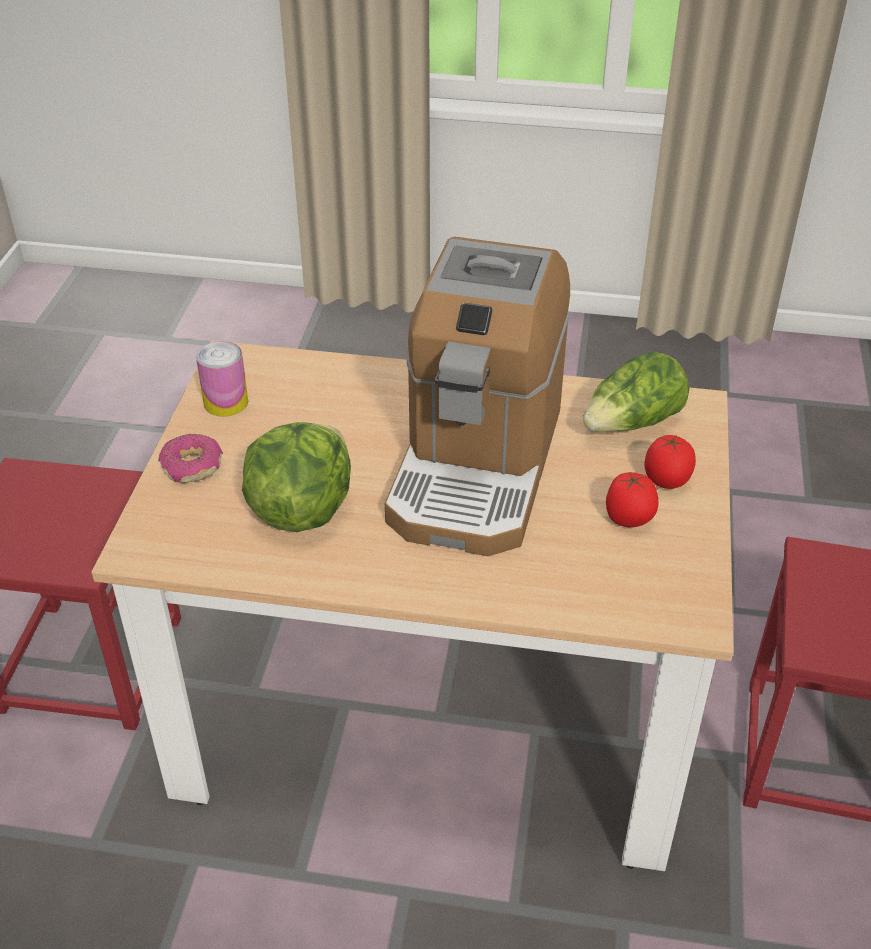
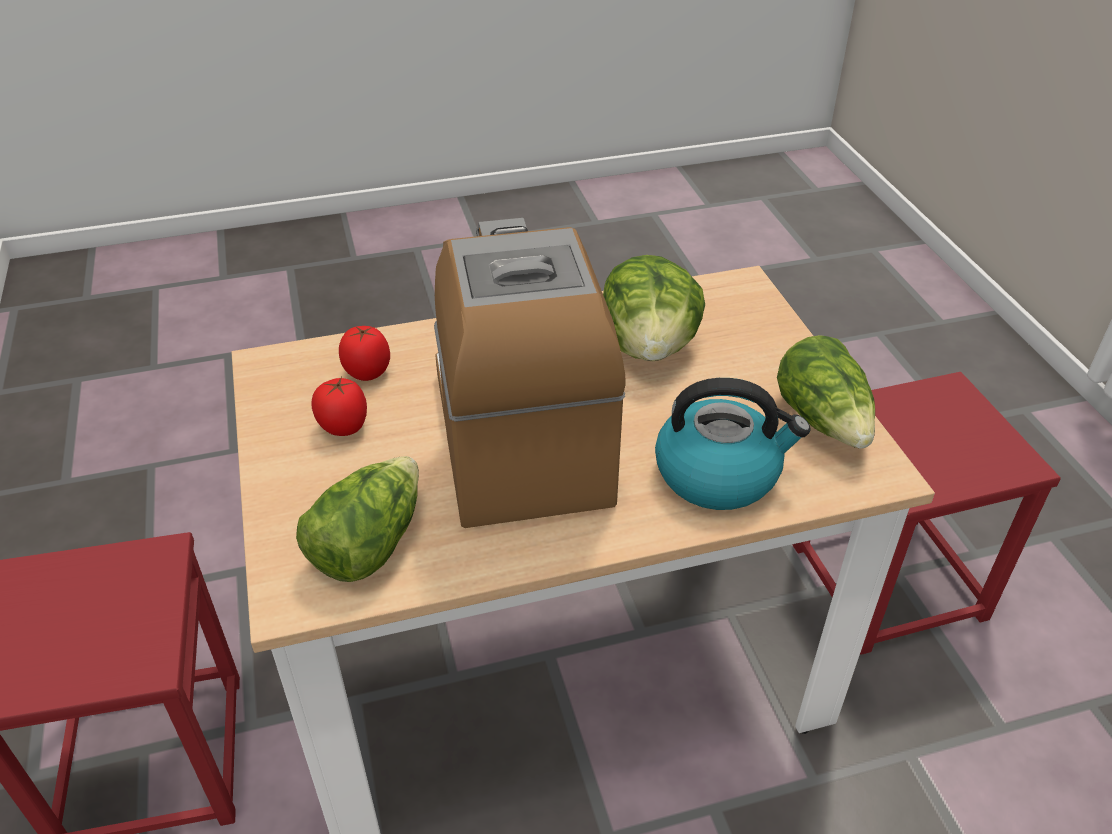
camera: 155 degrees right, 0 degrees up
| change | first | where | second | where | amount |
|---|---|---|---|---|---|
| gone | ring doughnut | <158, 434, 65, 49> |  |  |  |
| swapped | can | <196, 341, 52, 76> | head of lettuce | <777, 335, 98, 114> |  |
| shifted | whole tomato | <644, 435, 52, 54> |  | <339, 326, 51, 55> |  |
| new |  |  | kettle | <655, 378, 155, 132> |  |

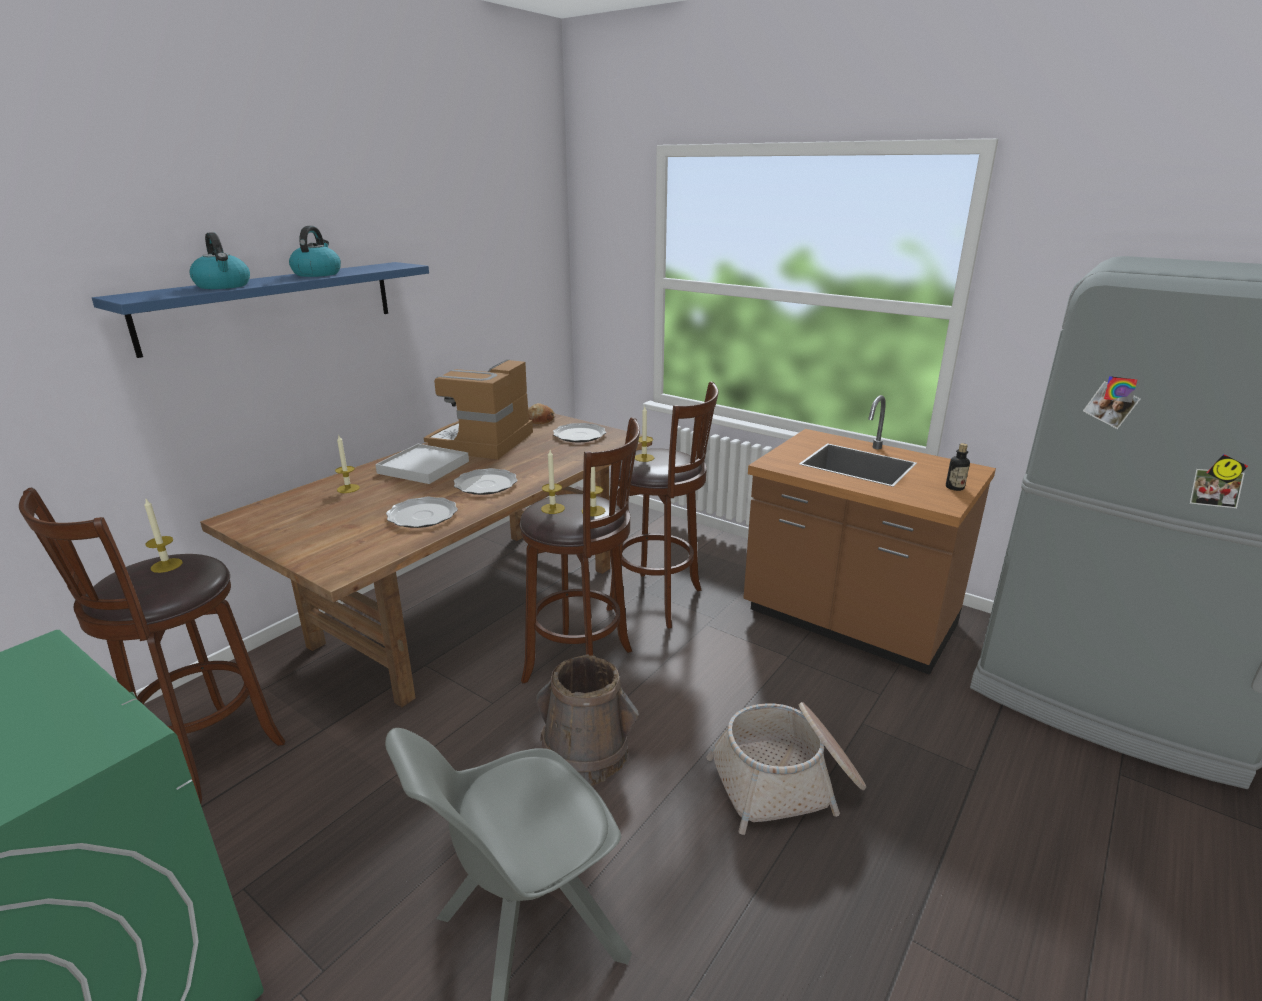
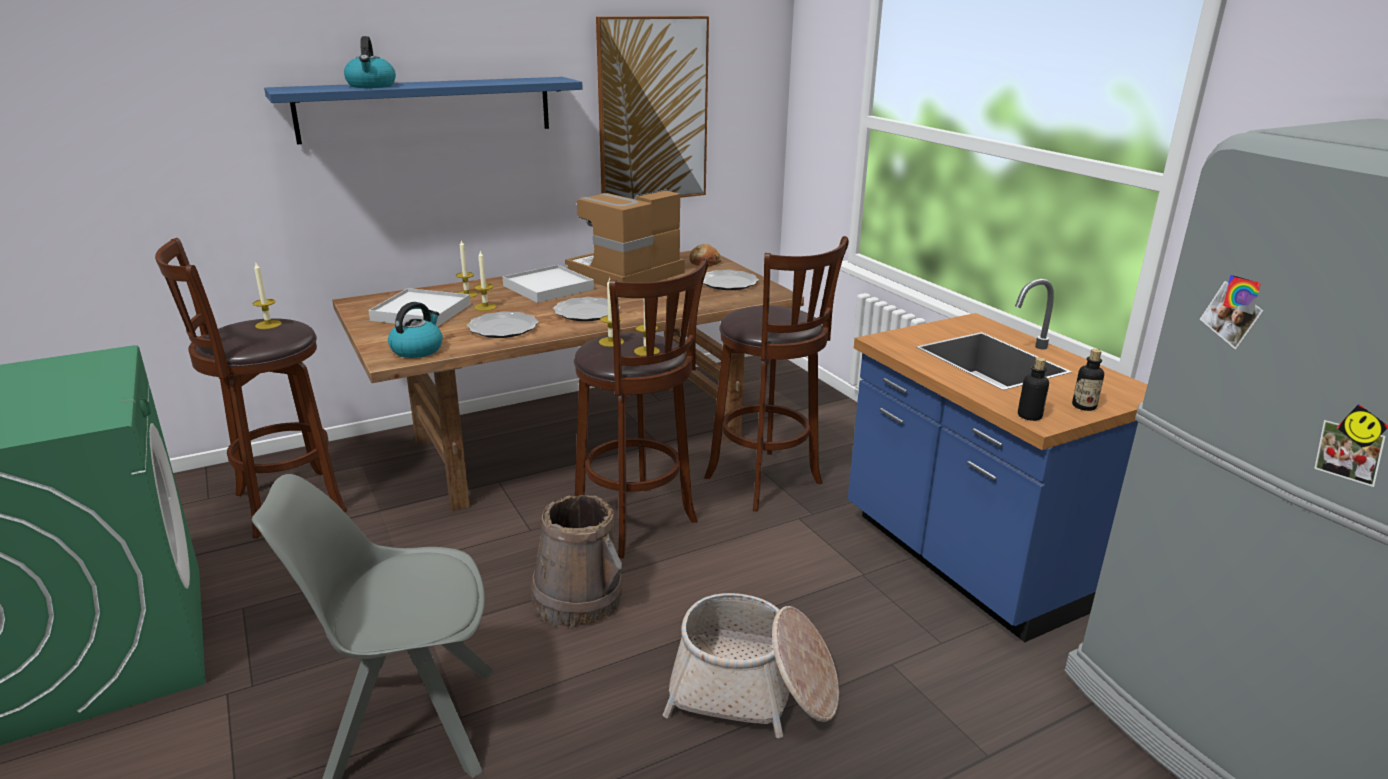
camera: 25 degrees right, 0 degrees up
| change | first | where | second | where | amount |
|---|---|---|---|---|---|
| shifted | kettle | <289, 226, 52, 51> |  | <388, 302, 55, 56> |  |
| shifted | candle | <635, 407, 19, 55> |  | <474, 250, 23, 61> |  |
| repainted | brown-coloured kitchen counter | <743, 395, 253, 280> | blue kitchen counter | <848, 279, 300, 363> |  |
| new |  |  | white serving tray | <368, 288, 103, 39> |  |
| new |  |  | wall picture | <596, 16, 113, 183> |  |
| new |  |  | drink bottle | <1018, 357, 31, 64> |  |

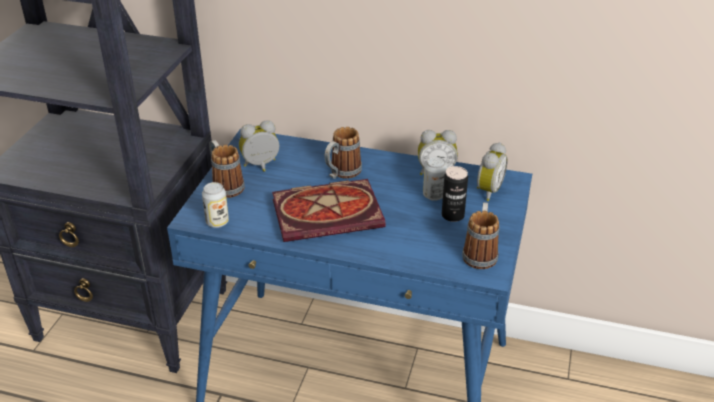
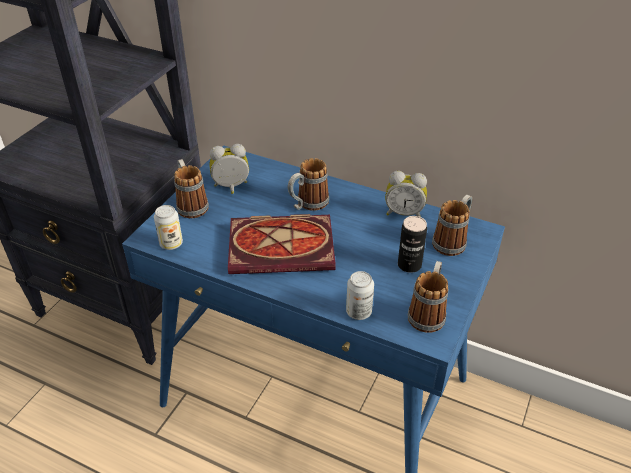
camera: 10 degrees right, 5 degrees up
| change | first | where | second | where | amount |
|---|---|---|---|---|---|
| shifted | can | <423, 157, 24, 44> |  | <346, 271, 28, 49> |  |
| swapped | table clock | <477, 142, 31, 59> | tea mug | <432, 195, 41, 61> |  |

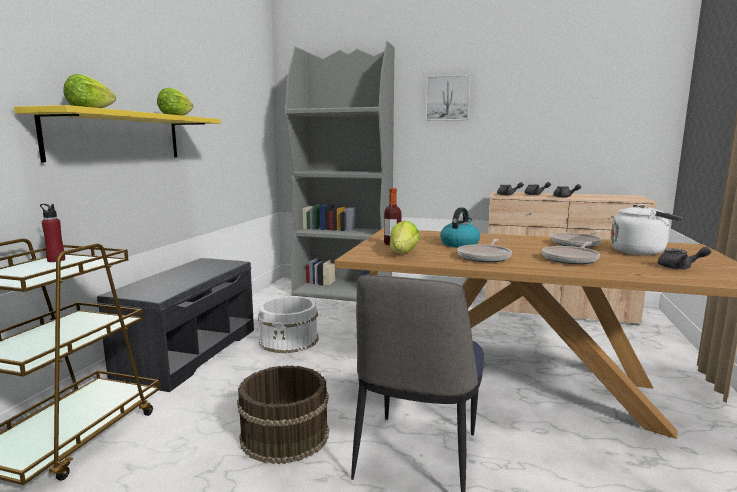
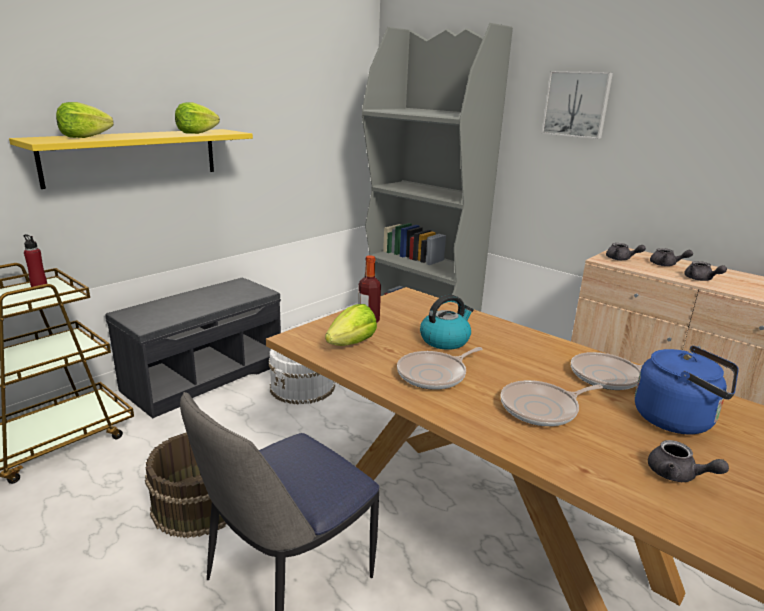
camera: 25 degrees right, 10 degrees up
| change | first | where | second | where | amount |
|---|---|---|---|---|---|
| repainted | white kettle | <611, 204, 71, 51> | blue kettle | <635, 346, 104, 88> |  |

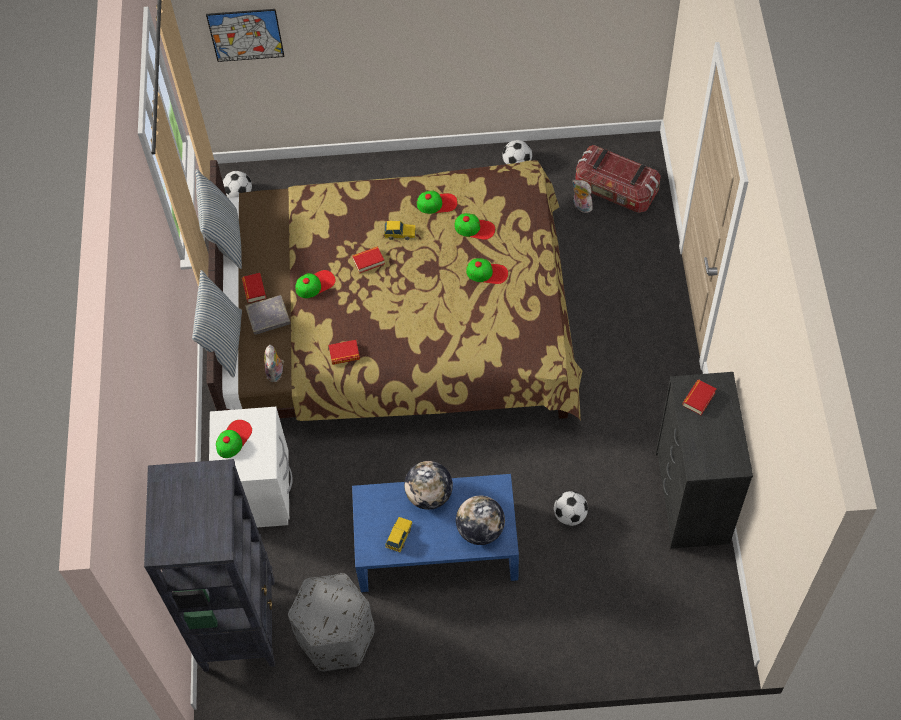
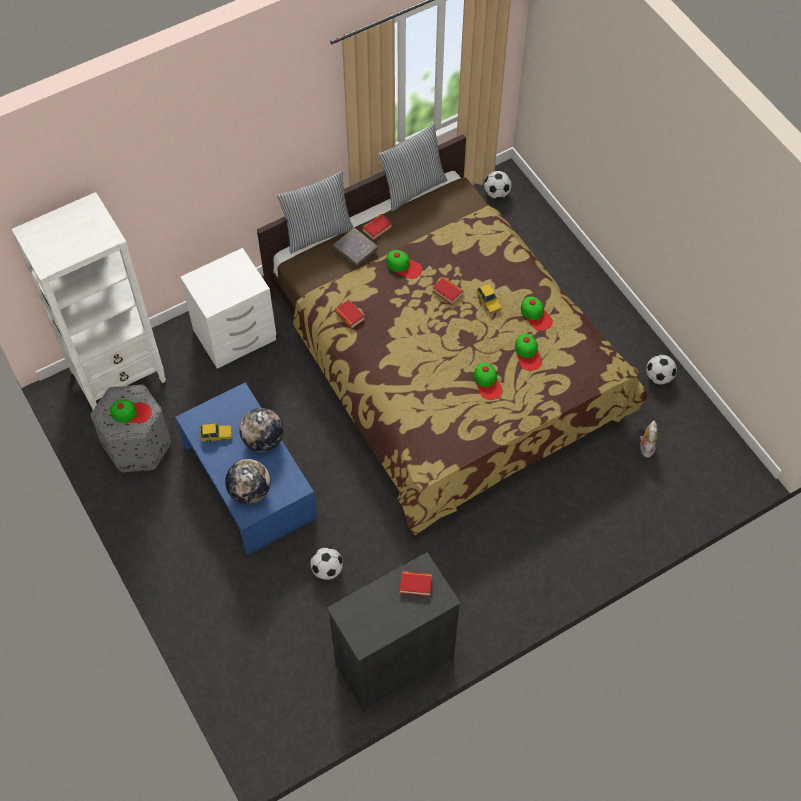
camera: 60 degrees right, 0 degrees up
| change | first | where | second | where | amount |
|---|---|---|---|---|---|
| repainted | blackish bookcase | <144, 459, 131, 213> | white bookcase | <11, 192, 155, 219> |  |
| gone | wall picture | <206, 9, 78, 53> |  |  |  |
| shifted | baseball cap | <216, 420, 36, 38> |  | <110, 400, 42, 23> |  |
| gone | cuddly toy | <264, 345, 20, 37> |  |  |  |
| gone | storage bin | <575, 145, 86, 68> |  |  |  |

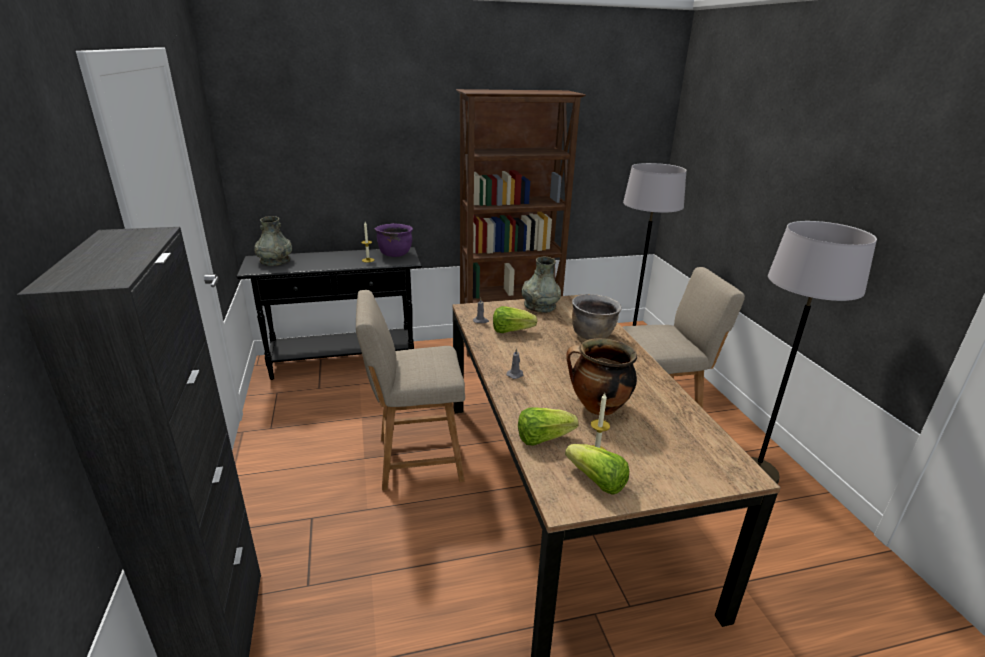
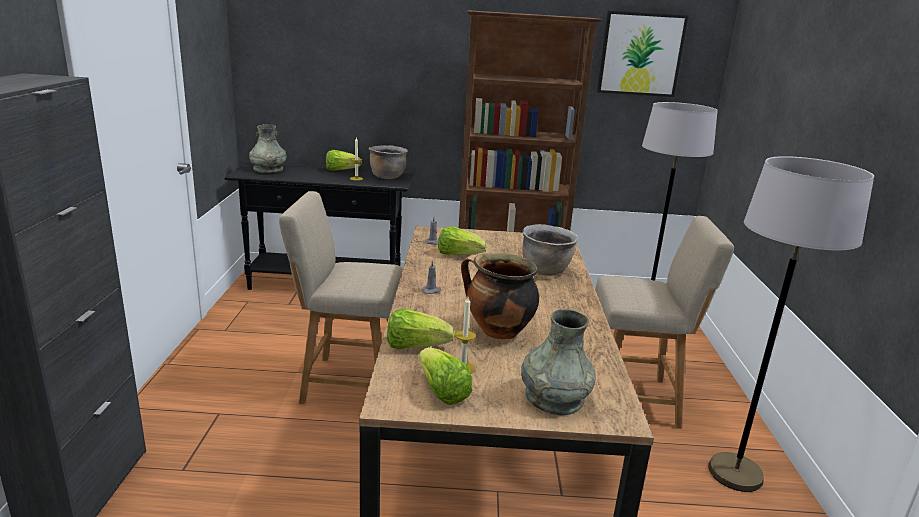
camera: 15 degrees right, 5 degrees down
| change | first | where | second | where | amount |
|---|---|---|---|---|---|
| repainted | purplish saucepot | <375, 223, 38, 34> | brown-coloured saucepot | <369, 145, 39, 34> |  |
| shifted | grey vase | <522, 257, 39, 56> |  | <521, 309, 75, 106> |  |
| new |  |  | head of lettuce | <326, 150, 36, 21> |  |
| new |  |  | wall picture | <597, 11, 92, 86> |  |

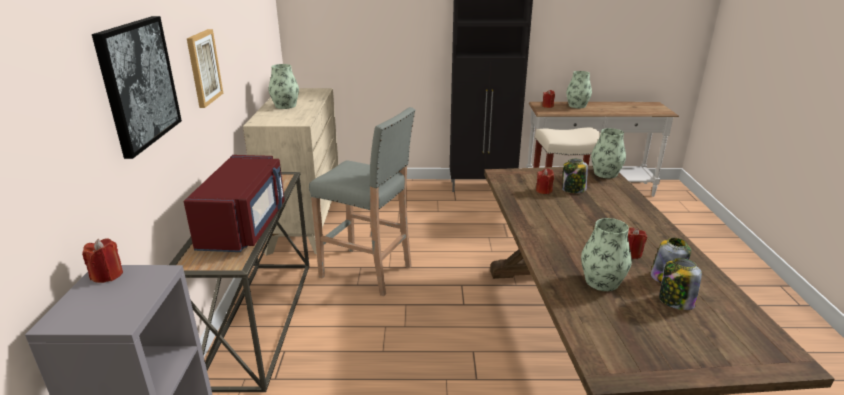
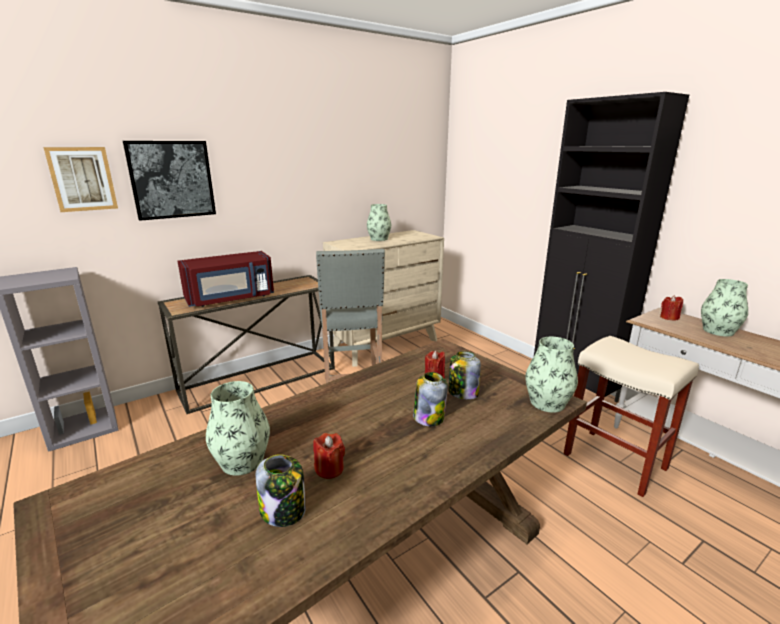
camera: 55 degrees right, 5 degrees down
| change | first | where | second | where | amount |
|---|---|---|---|---|---|
| gone | red-coloured candle | <82, 238, 41, 45> |  |  |  |
| shifted | wall picture | <187, 29, 36, 79> |  | <44, 147, 74, 65> |  |
| shifted | jar | <659, 258, 43, 52> |  | <413, 372, 35, 54> |  |

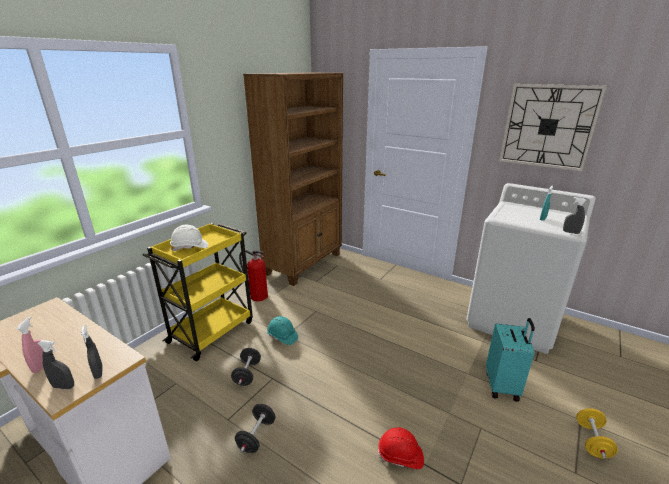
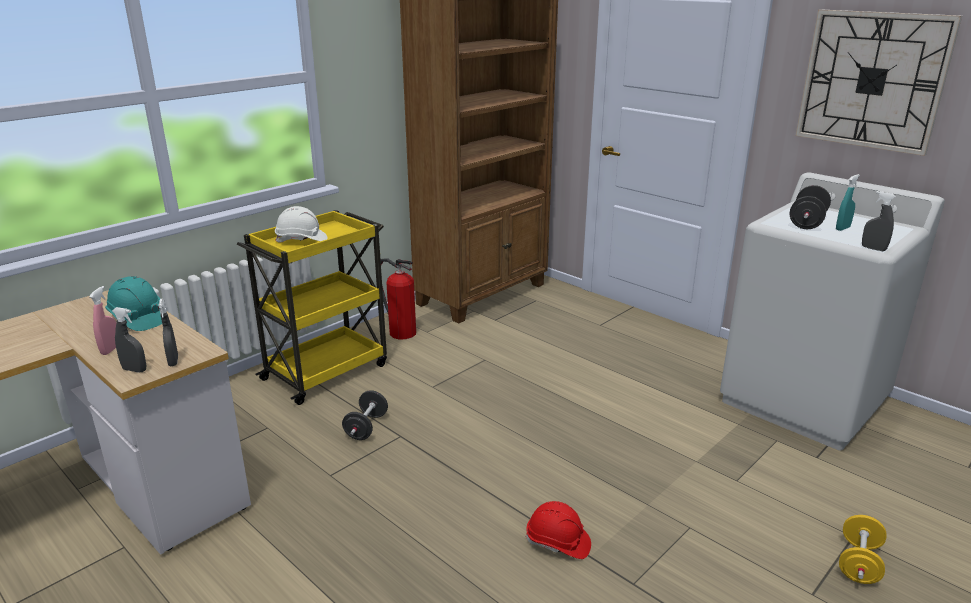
camera: 10 degrees right, 0 degrees up
| change | first | where | second | where | amount |
|---|---|---|---|---|---|
| shifted | blackish hand weight | <235, 404, 40, 49> |  | <790, 185, 41, 44> |  |
| shifted | blue-green work helmet | <267, 316, 31, 29> |  | <105, 276, 57, 55> |  |
| gone | blue-green travel case | <486, 318, 49, 84> |  |  |  |

